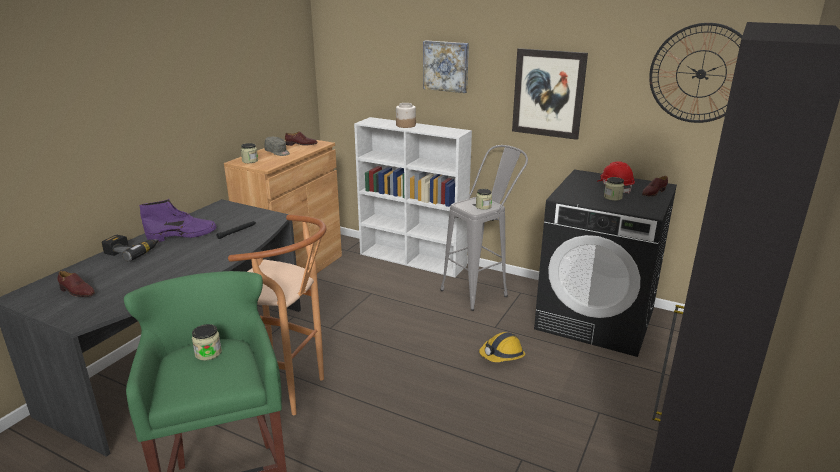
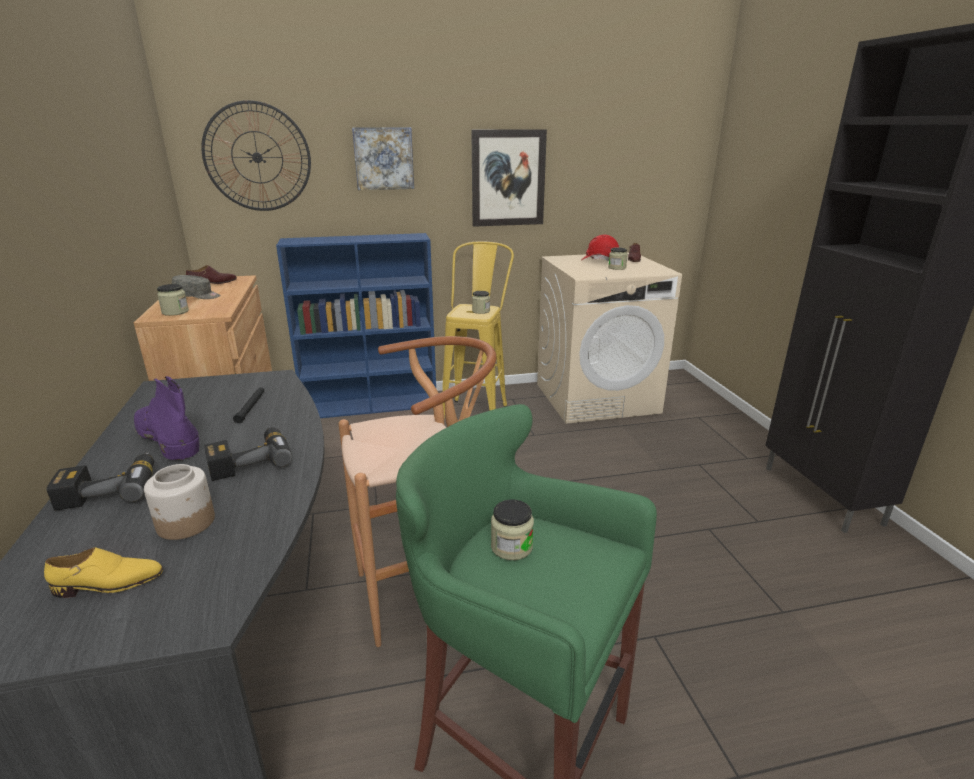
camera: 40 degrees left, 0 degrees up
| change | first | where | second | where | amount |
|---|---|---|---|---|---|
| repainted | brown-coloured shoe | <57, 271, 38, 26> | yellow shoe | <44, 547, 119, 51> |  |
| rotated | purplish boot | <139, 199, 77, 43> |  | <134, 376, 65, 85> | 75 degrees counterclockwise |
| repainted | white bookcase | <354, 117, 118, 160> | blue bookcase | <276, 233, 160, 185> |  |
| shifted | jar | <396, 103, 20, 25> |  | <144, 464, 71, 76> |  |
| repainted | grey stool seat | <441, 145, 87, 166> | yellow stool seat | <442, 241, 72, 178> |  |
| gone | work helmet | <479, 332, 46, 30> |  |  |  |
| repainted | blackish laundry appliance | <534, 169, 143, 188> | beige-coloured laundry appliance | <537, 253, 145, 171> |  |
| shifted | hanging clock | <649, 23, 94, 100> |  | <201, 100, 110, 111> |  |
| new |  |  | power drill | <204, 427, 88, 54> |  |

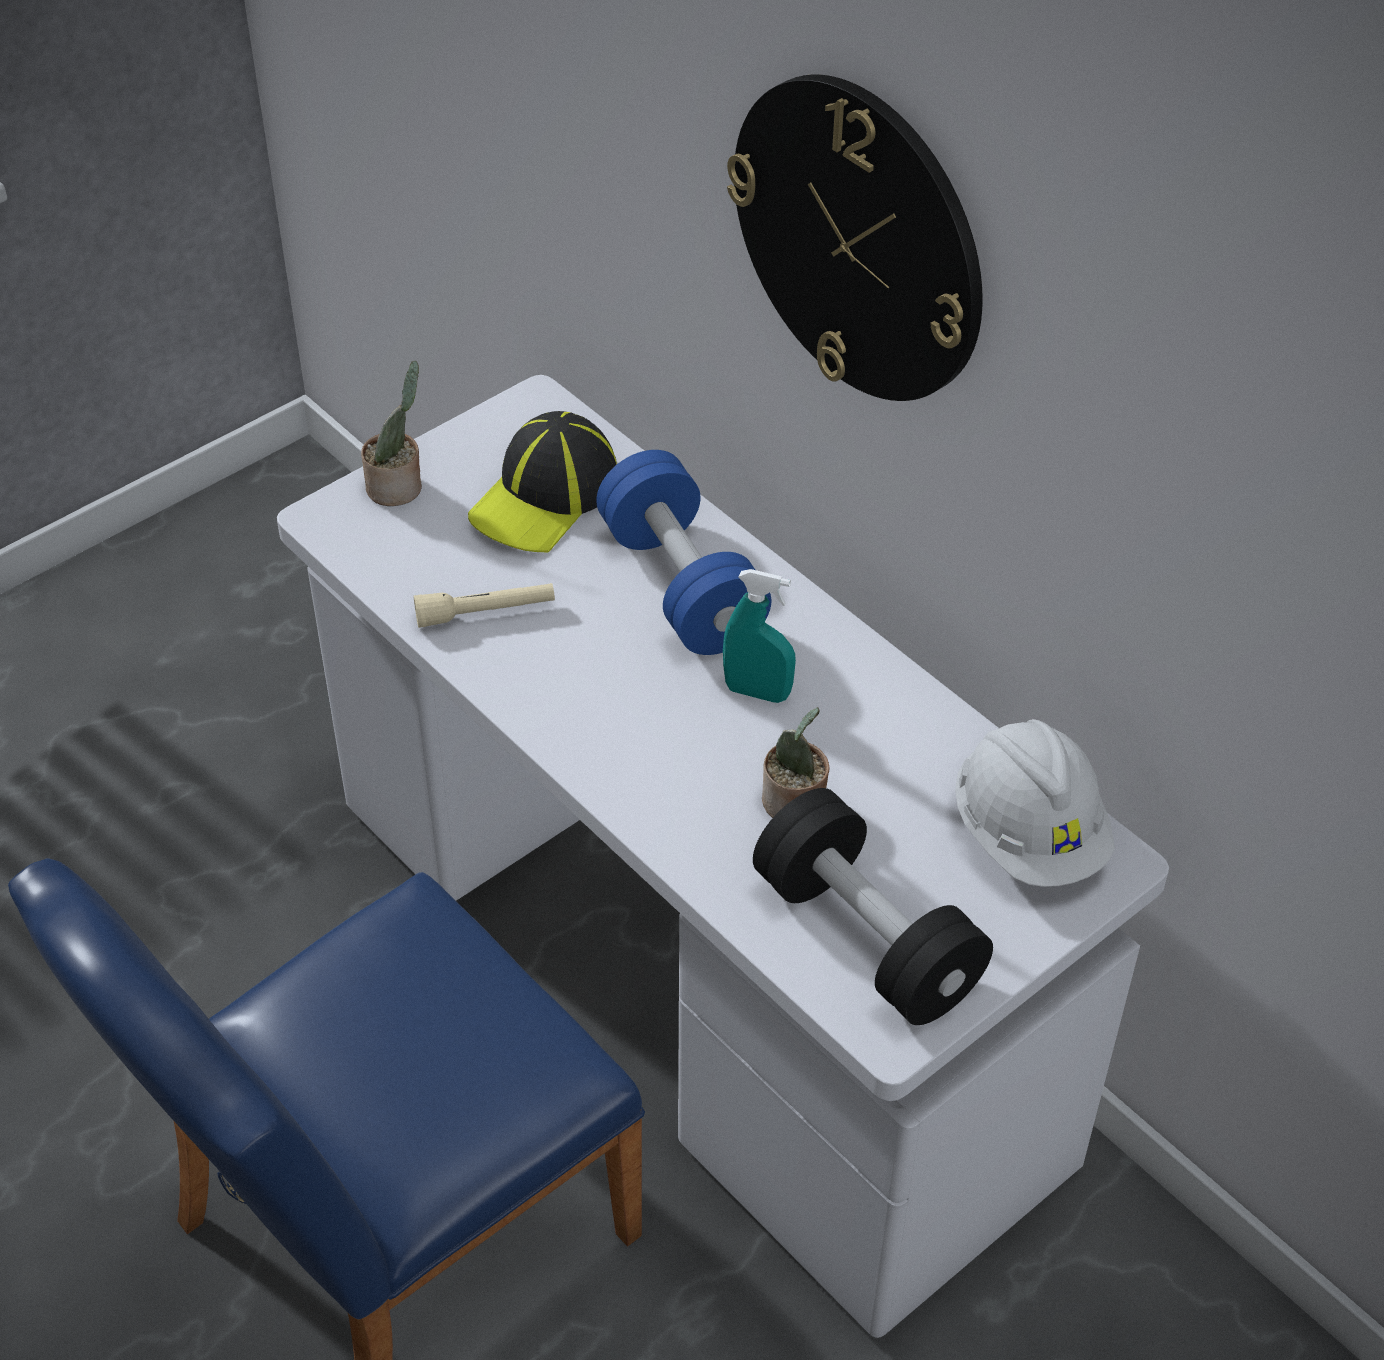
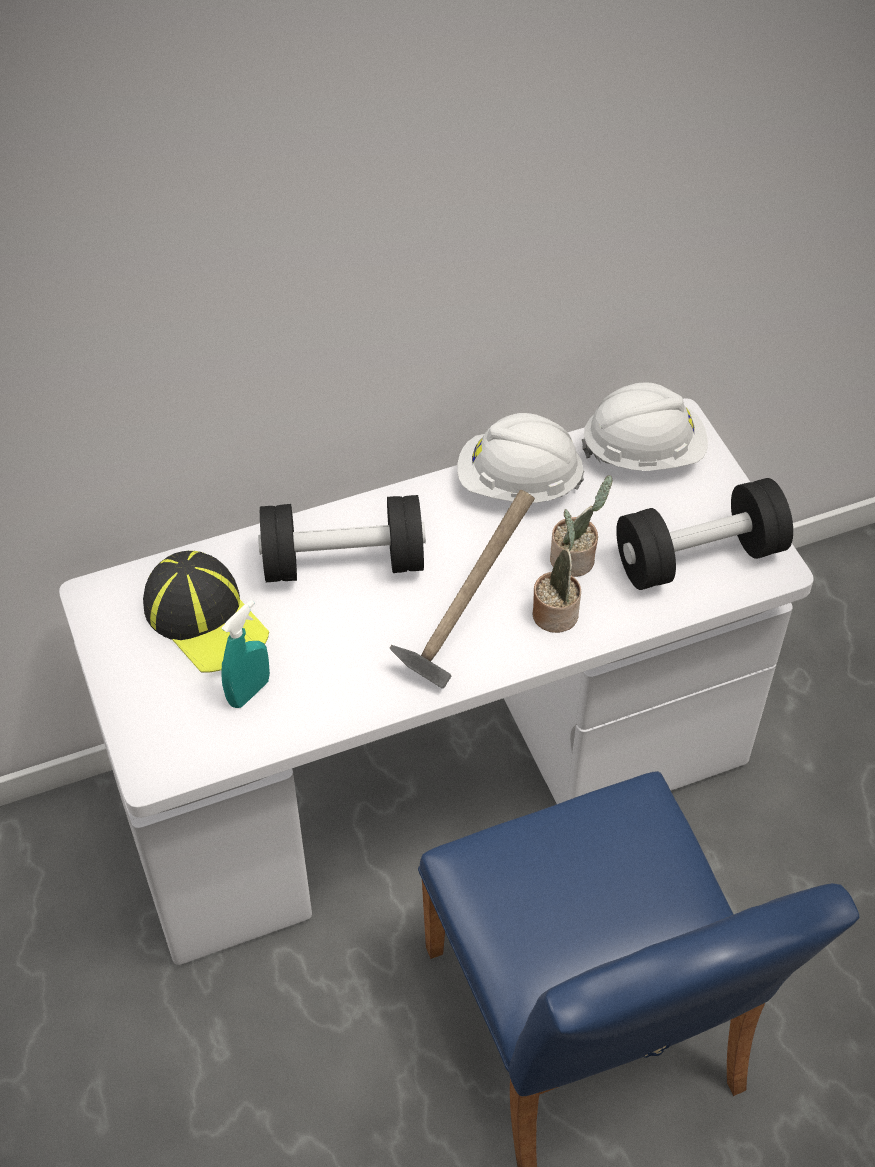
camera: 70 degrees left, 5 degrees up
| change | first | where | second | where | amount |
|---|---|---|---|---|---|
| shifted | houseplant | <361, 361, 61, 145> |  | <532, 509, 49, 124> |  |
| gone | beige-coloured flashlight | <414, 583, 141, 45> |  |  |  |
| repainted | blue hand weight | <596, 450, 175, 205> | blackish hand weight | <258, 495, 168, 87> |  |
| shifted | blue-green hand sprayer | <723, 569, 73, 134> |  | <221, 600, 49, 108> |  |
| gone | hanging clock | <727, 74, 256, 327> |  |  |  |
| new |  |  | hand hammer | <389, 490, 146, 198> |  |
| new |  |  | white work helmet | <457, 413, 127, 90> |  |

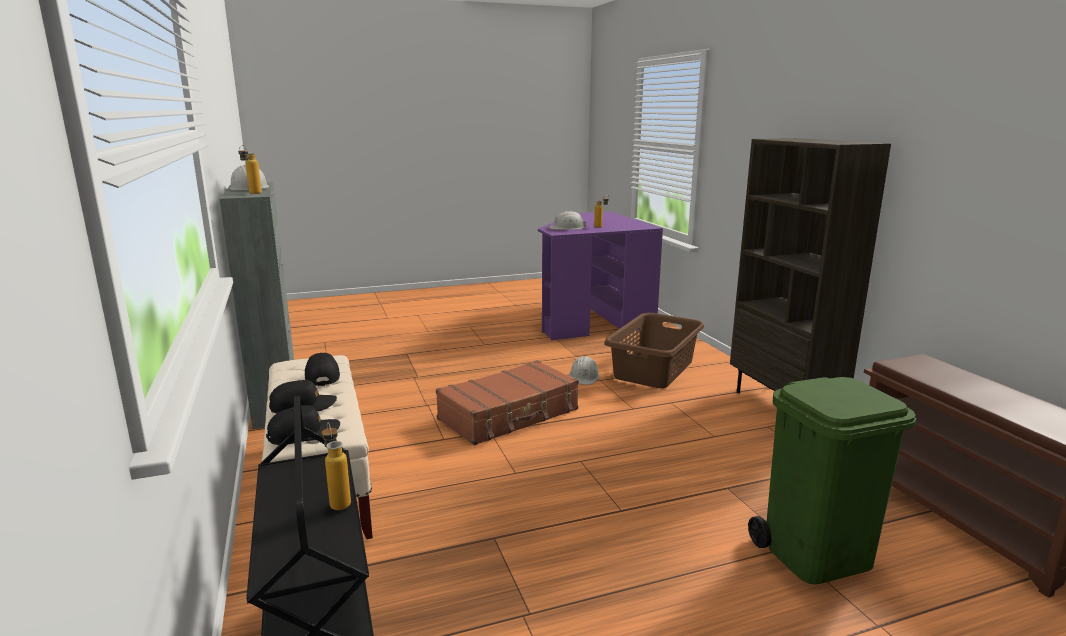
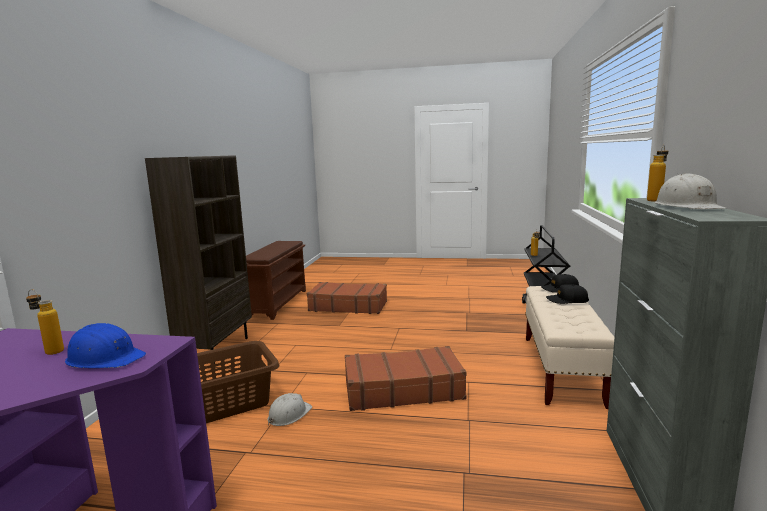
camera: 150 degrees left, 5 degrees down
| change | first | where | second | where | amount |
|---|---|---|---|---|---|
| gone | blackish baseball cap | <305, 353, 35, 33> |  |  |  |
| repainted | white work helmet | <548, 211, 38, 19> | blue work helmet | <65, 323, 81, 45> |  |
| swapped | green trash can | <748, 377, 168, 207> | brown-coloured travel case | <307, 282, 80, 32> |  |

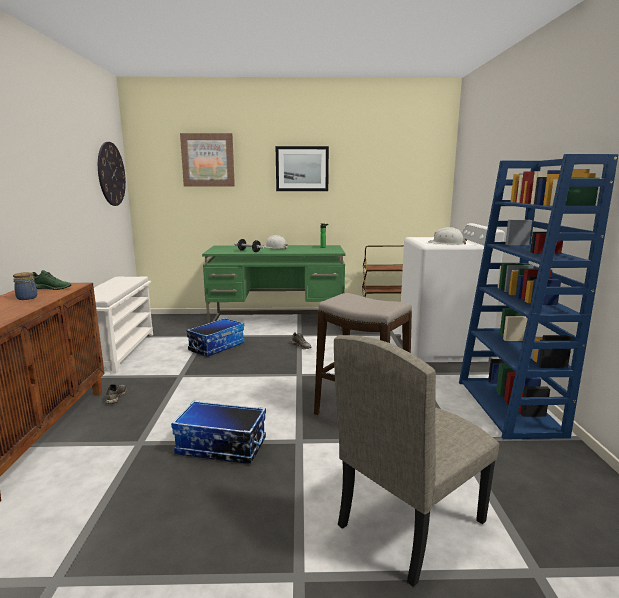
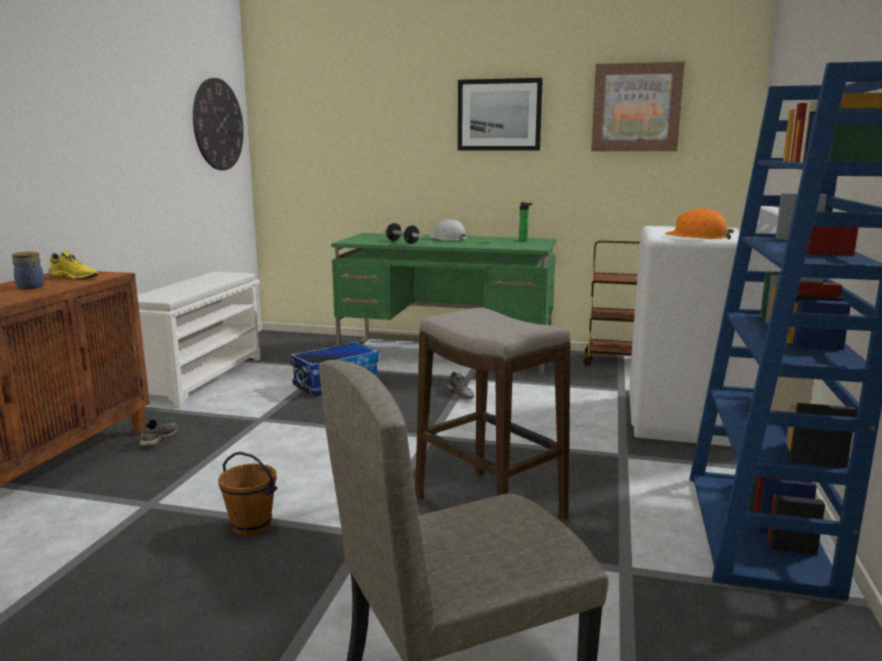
camera: 15 degrees right, 0 degrees up
| change | first | where | second | where | amount |
|---|---|---|---|---|---|
| repainted | green shoe | <32, 270, 39, 20> | yellow shoe | <48, 251, 51, 28> |  |
| swapped | storage bin | <171, 401, 95, 63> | brown-coloured water bucket | <218, 452, 59, 84> |  |
| shifted | wall picture | <180, 133, 55, 54> |  | <591, 62, 94, 89> |  |
| repainted | white work helmet | <428, 227, 39, 18> | orangey work helmet | <664, 208, 70, 31> |  |

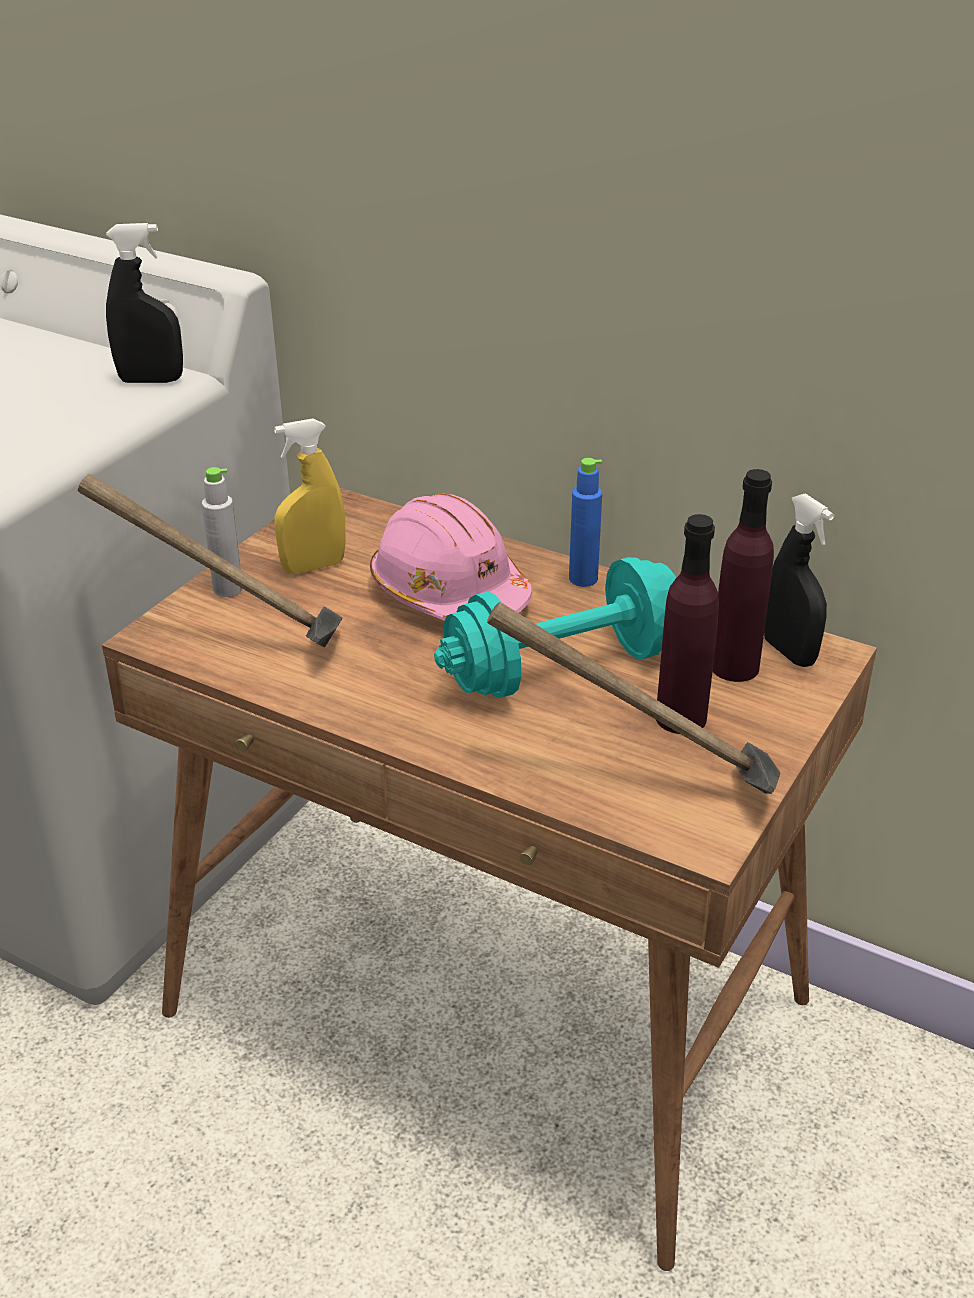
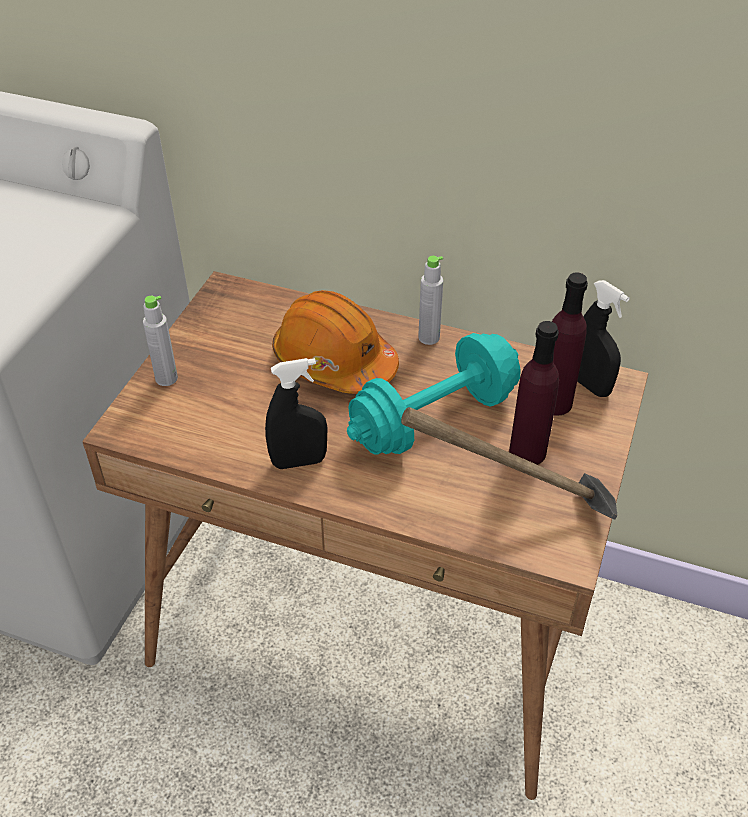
camera: 10 degrees left, 10 degrees up
| change | first | where | second | where | amount |
|---|---|---|---|---|---|
| gone | hand hammer | <78, 474, 265, 173> |  |  |  |
| shifted | blackish hand sprayer | <106, 223, 77, 160> |  | <265, 358, 63, 111> |  |
| gone | yellow hand sprayer | <274, 418, 71, 156> |  |  |  |
| repainted | pink-coloured work helmet | <370, 493, 162, 128> | orangey work helmet | <272, 290, 127, 104> |  |
| repainted | blue drink bottle | <569, 458, 33, 129> | grey drink bottle | <418, 256, 25, 89> |  |

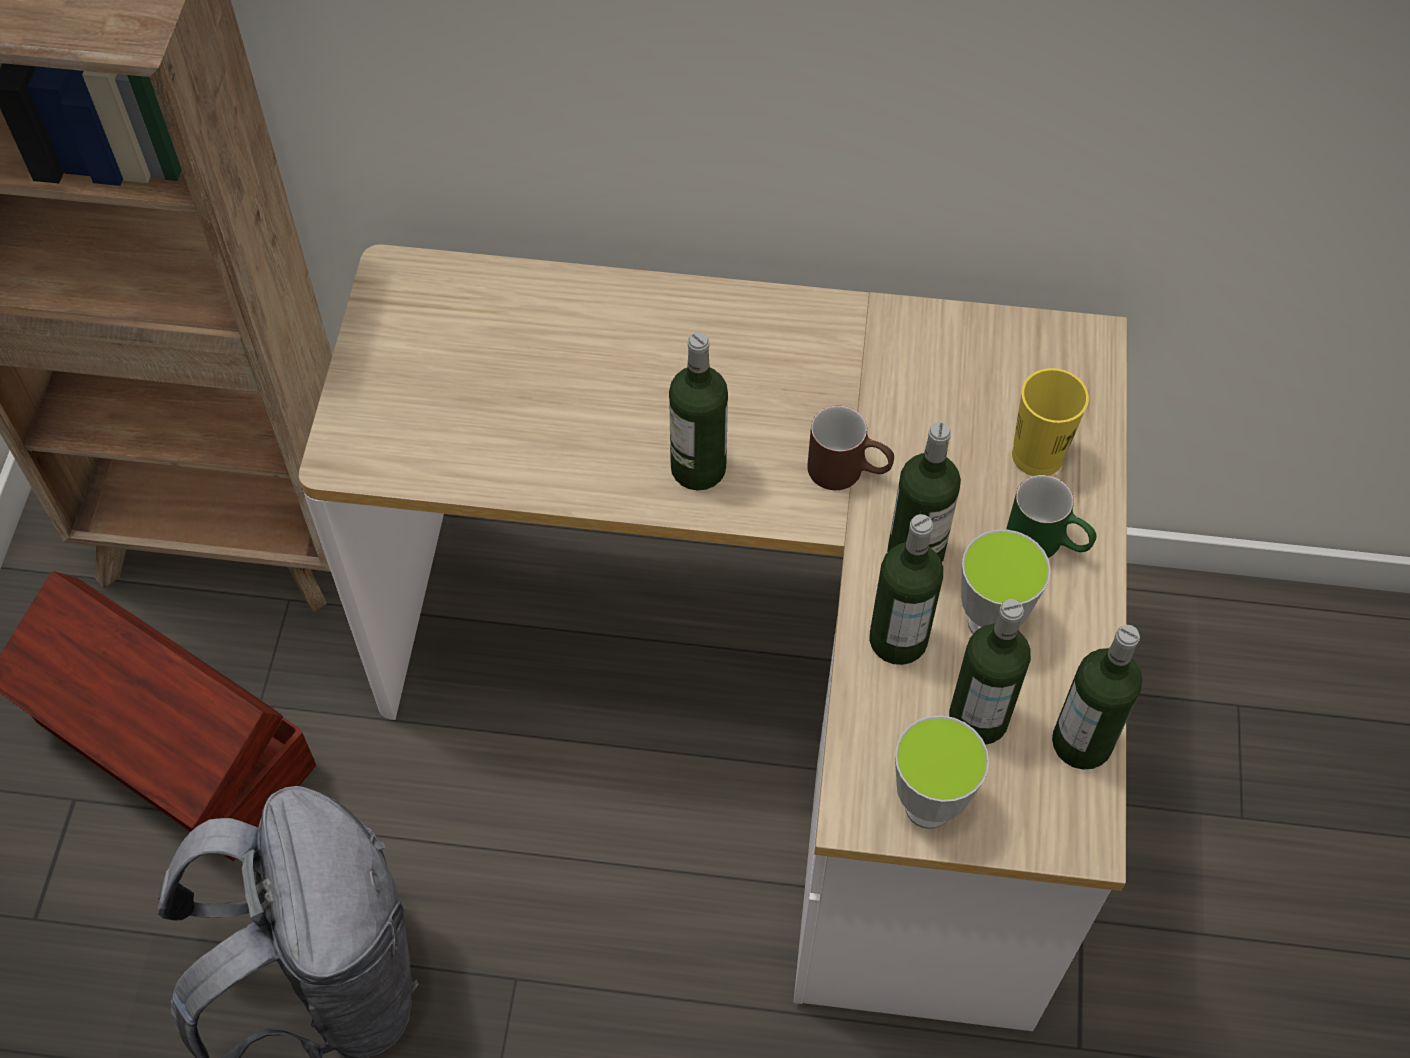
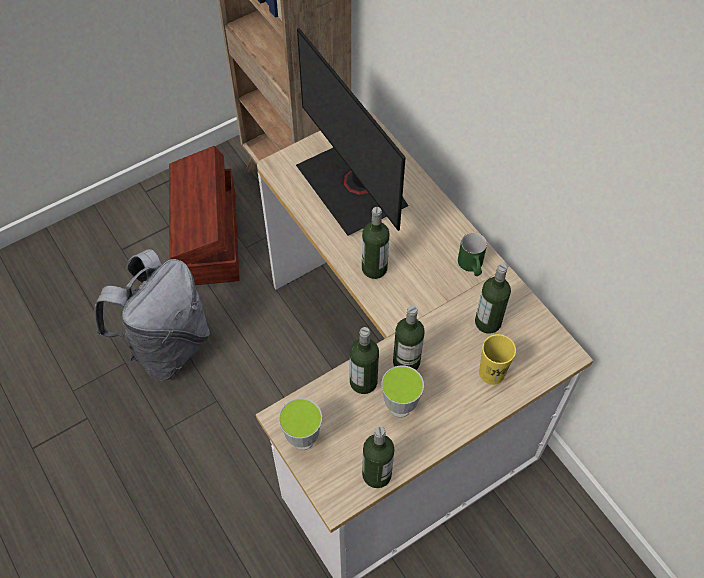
camera: 50 degrees right, 0 degrees up
| change | first | where | second | where | amount |
|---|---|---|---|---|---|
| gone | brown-coloured tea mug | <807, 405, 87, 85> |  |  |  |
| shifted | drink bottle | <949, 599, 82, 146> |  | <475, 264, 36, 70> |  |
| shifted | green tea mug | <1006, 475, 91, 83> |  | <458, 232, 29, 44> |  |
| new |  |  | computer screen | <296, 28, 113, 208> |  |

